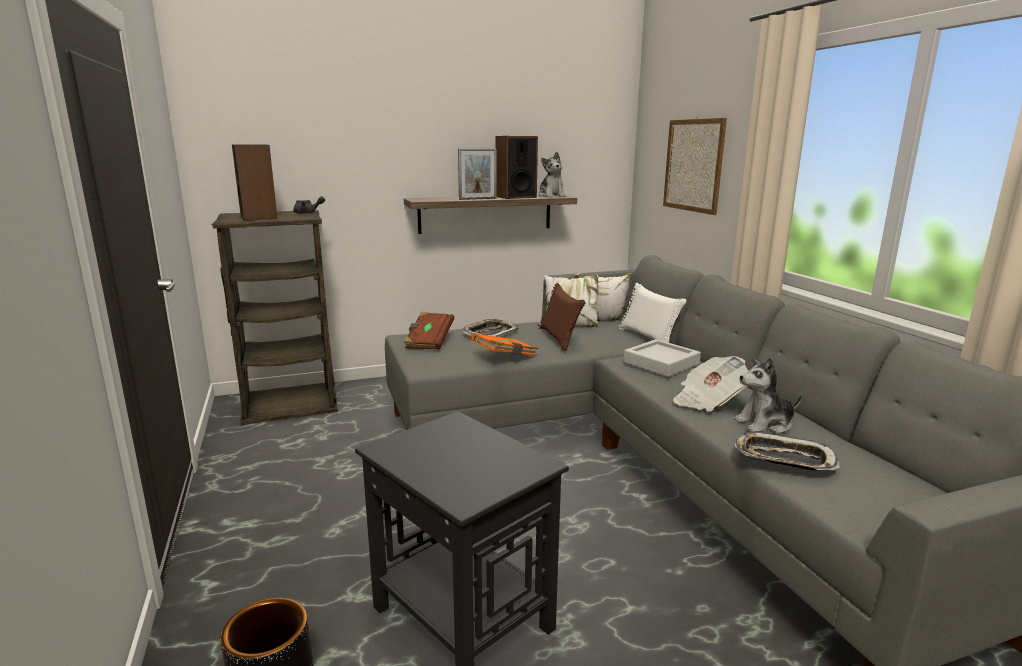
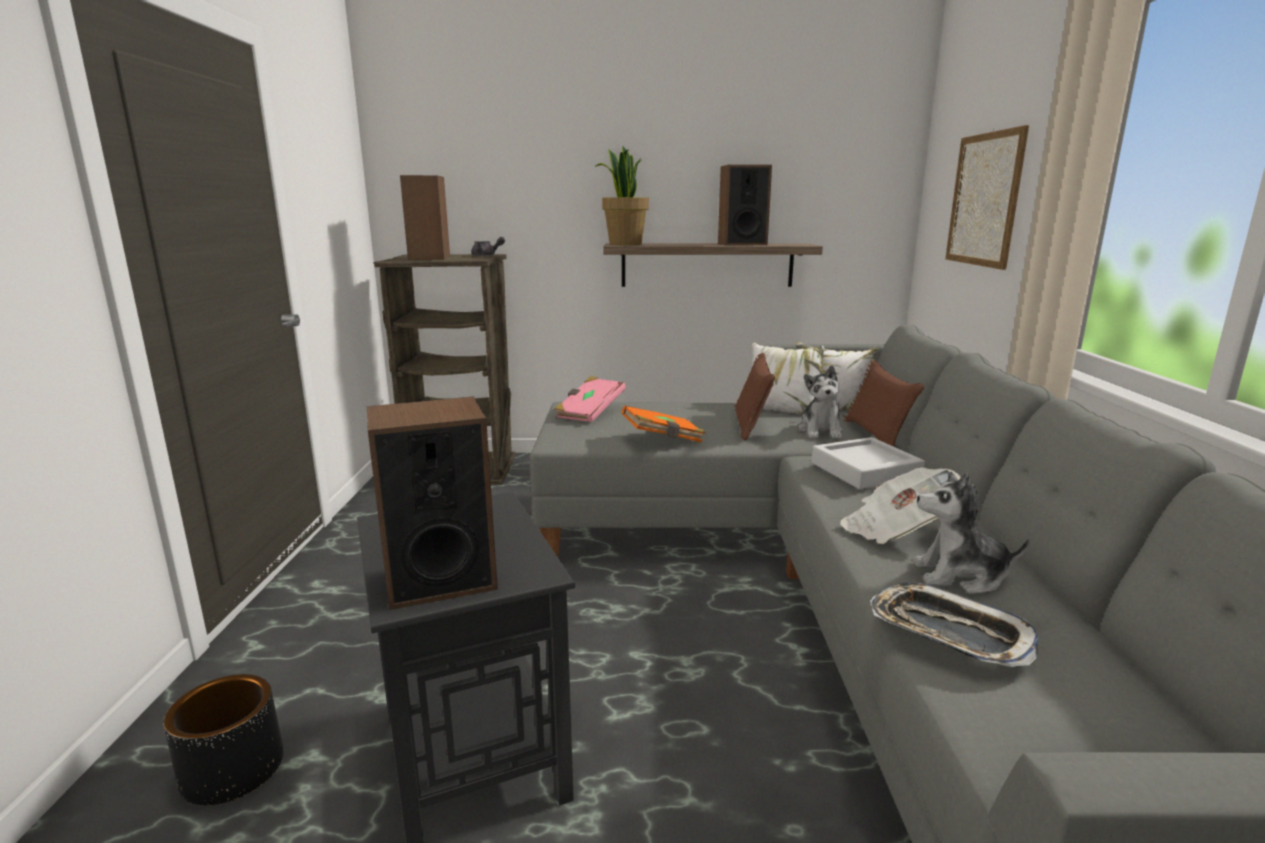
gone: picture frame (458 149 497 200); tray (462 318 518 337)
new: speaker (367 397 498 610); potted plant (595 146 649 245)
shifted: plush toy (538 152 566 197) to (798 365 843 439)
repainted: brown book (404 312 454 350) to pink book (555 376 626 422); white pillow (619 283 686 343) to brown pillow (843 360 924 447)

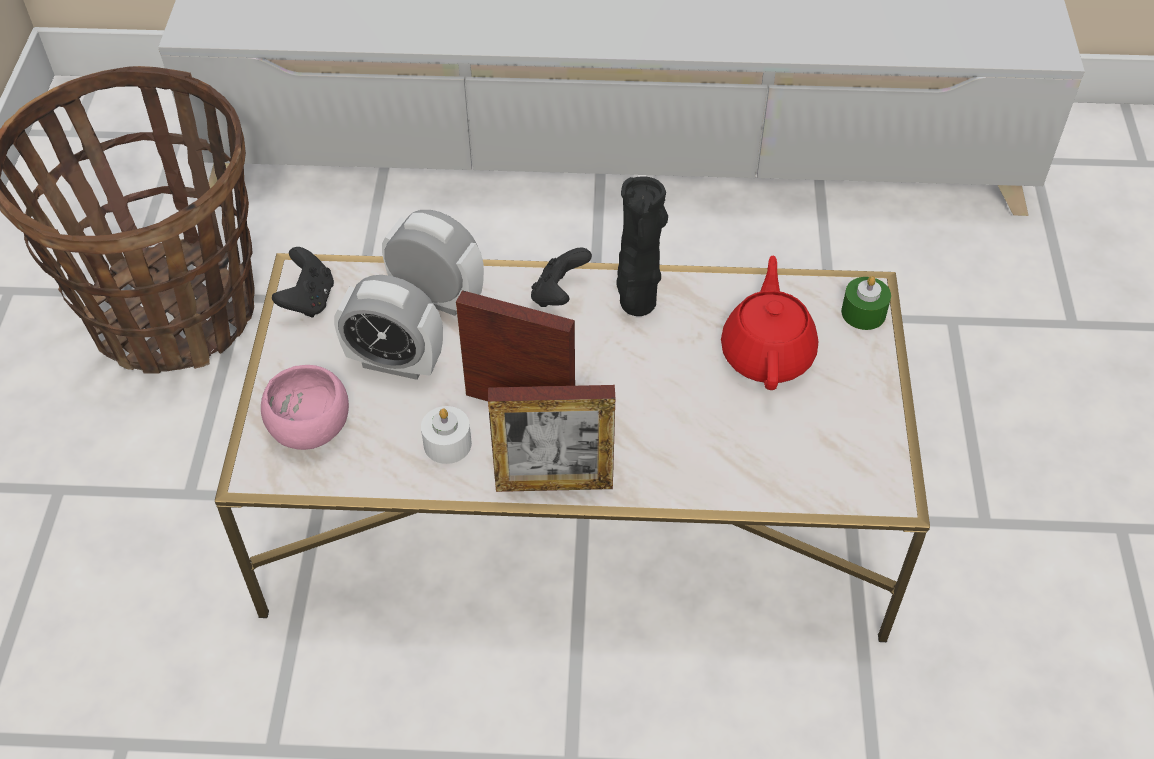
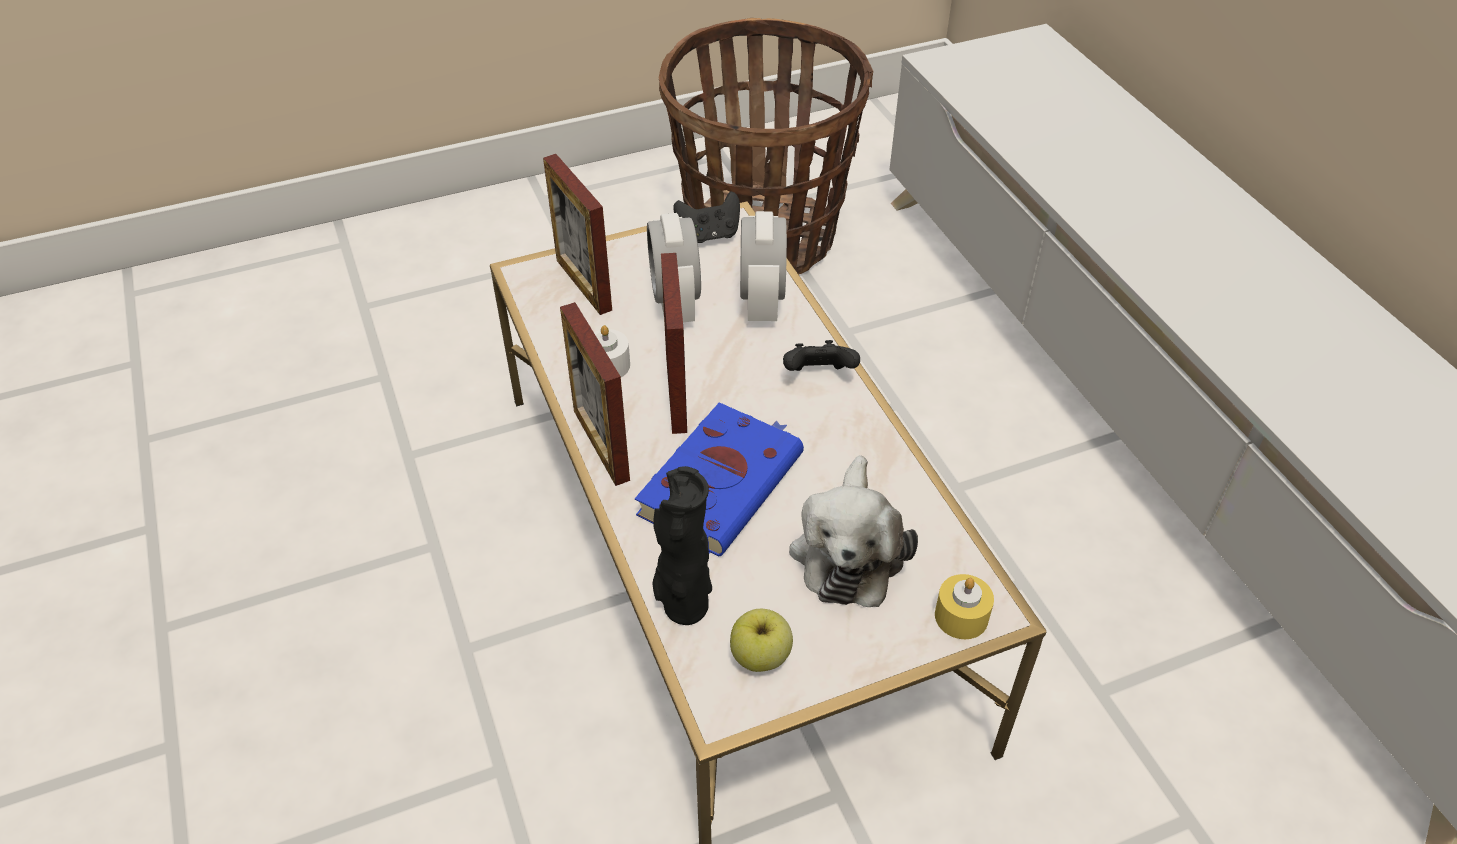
new: blue book (635 402 804 556); apple (730 609 793 672)
shifted: black vase (616 176 668 316) to (653 466 712 625)
swapped: pink bowl (261 365 349 450) to picture frame (543 154 612 315); red teapot (721 256 818 390) to plush toy (789 455 918 607)
repainted: green candle (841 276 891 330) to yellow candle (935 574 994 639)

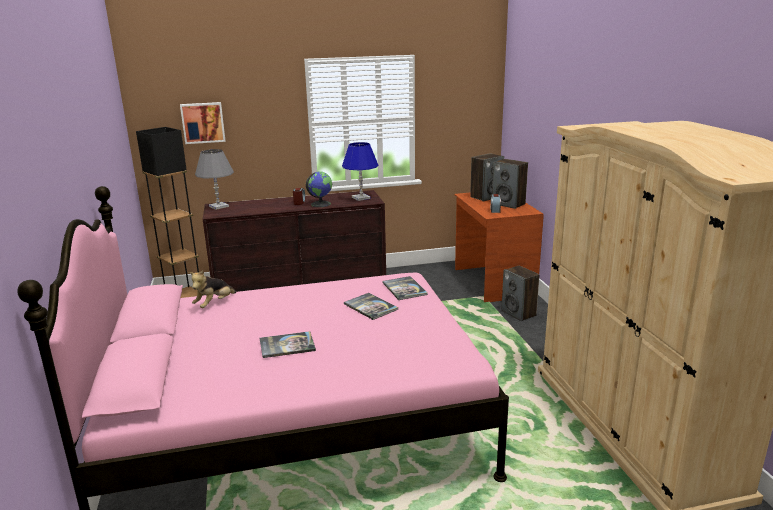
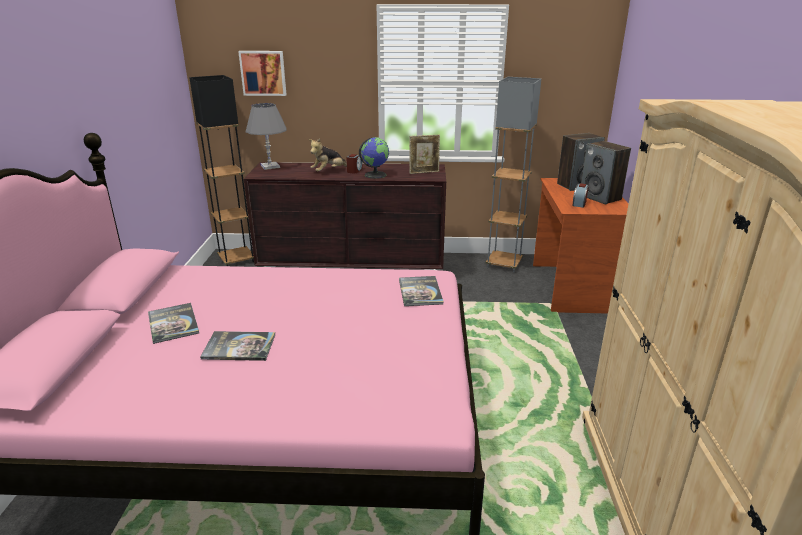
gone: speaker (501 266 540 321)
new: grey floor lamp (486 77 542 272)
shifted: plush toy (189 270 236 308) to (309 139 347 172); book (344 293 398 320) to (148 303 199 344)
swapped: blue table lamp (342 142 378 201) to picture frame (409 135 440 174)

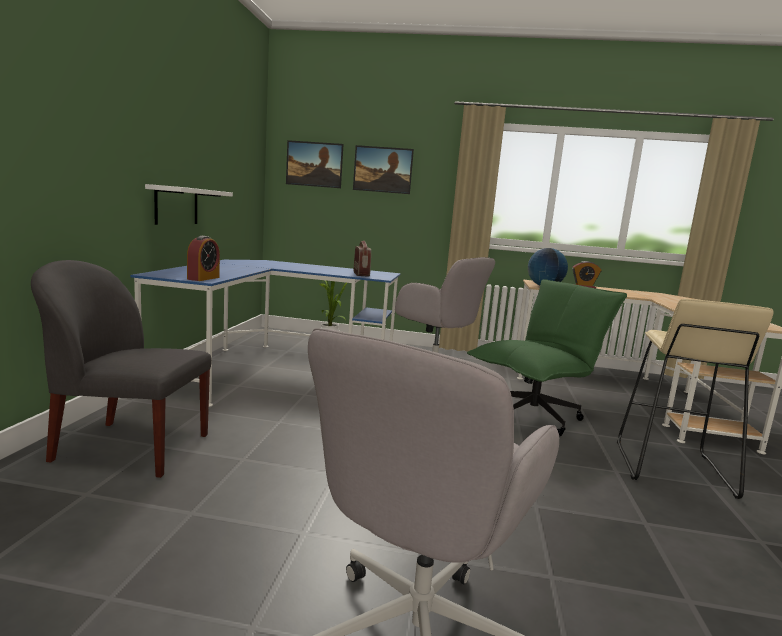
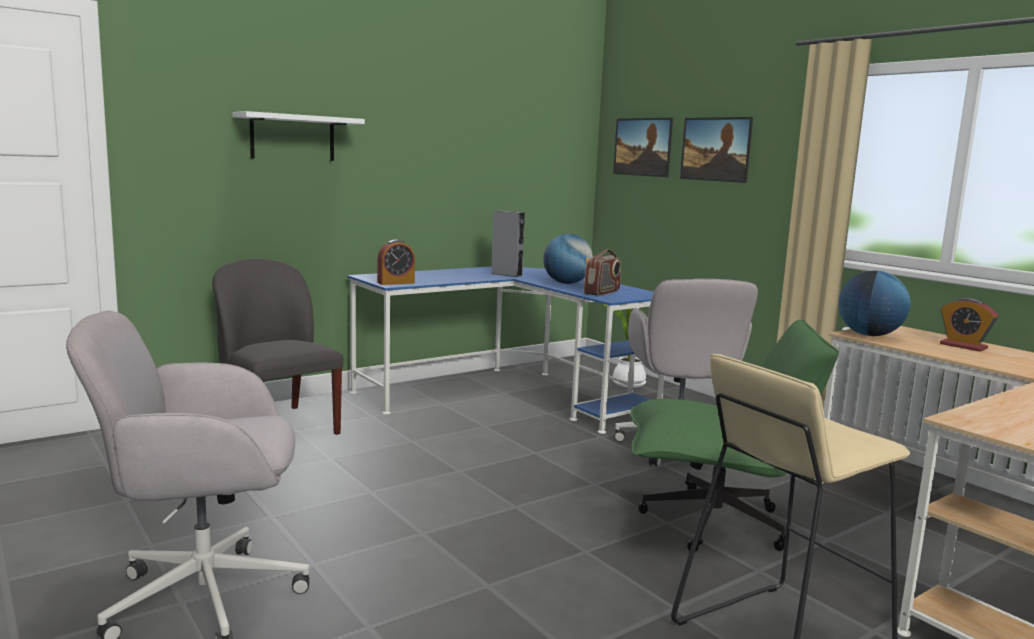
new: grey speaker (491 210 525 277); globe (543 234 593 284)
shifted: white shelf (145 184 233 225) to (233 111 365 161)

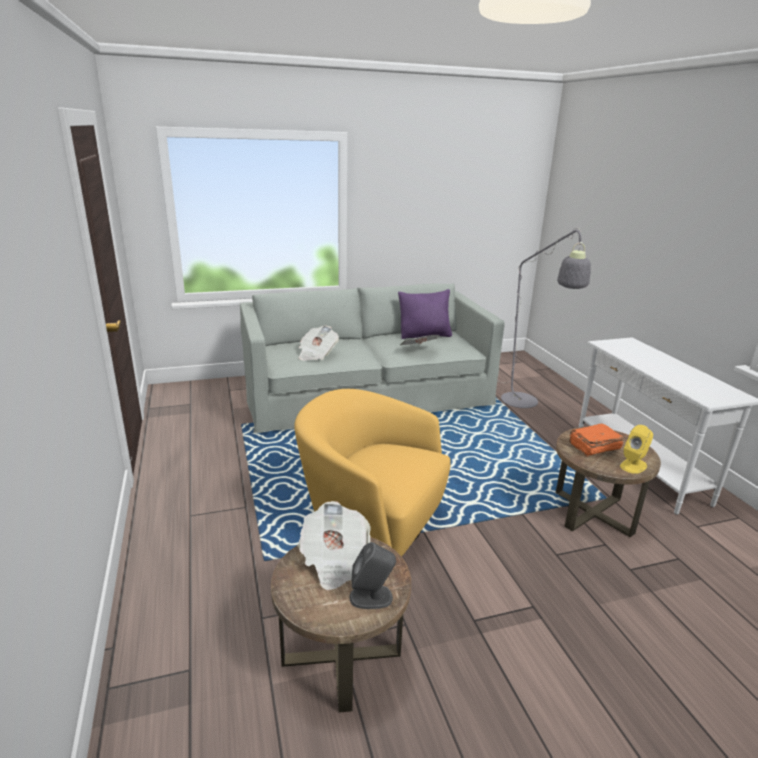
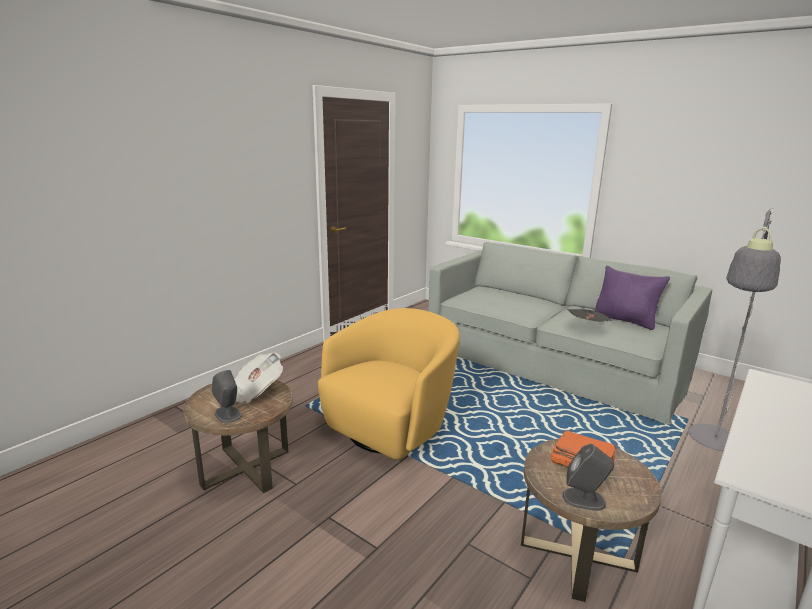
gone: newspaper (299 326 339 361)
repainted: yellow speaker (620 425 653 474) to grey speaker (562 444 614 511)
rotated: yellow armchair (294 389 451 557) = (318 308 460 460) 45 degrees clockwise

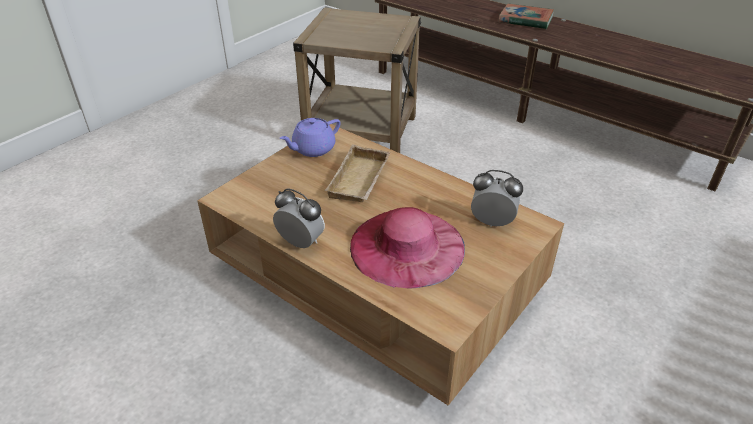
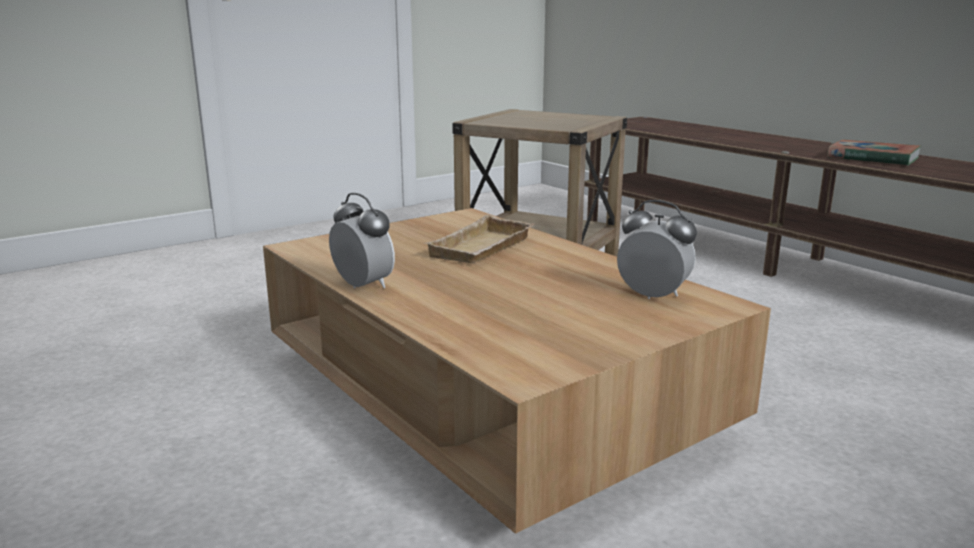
gone: purple teapot (280 118 341 157); pink hat (350 207 465 289)
shifted: book (499 3 554 29) to (827 139 921 166)

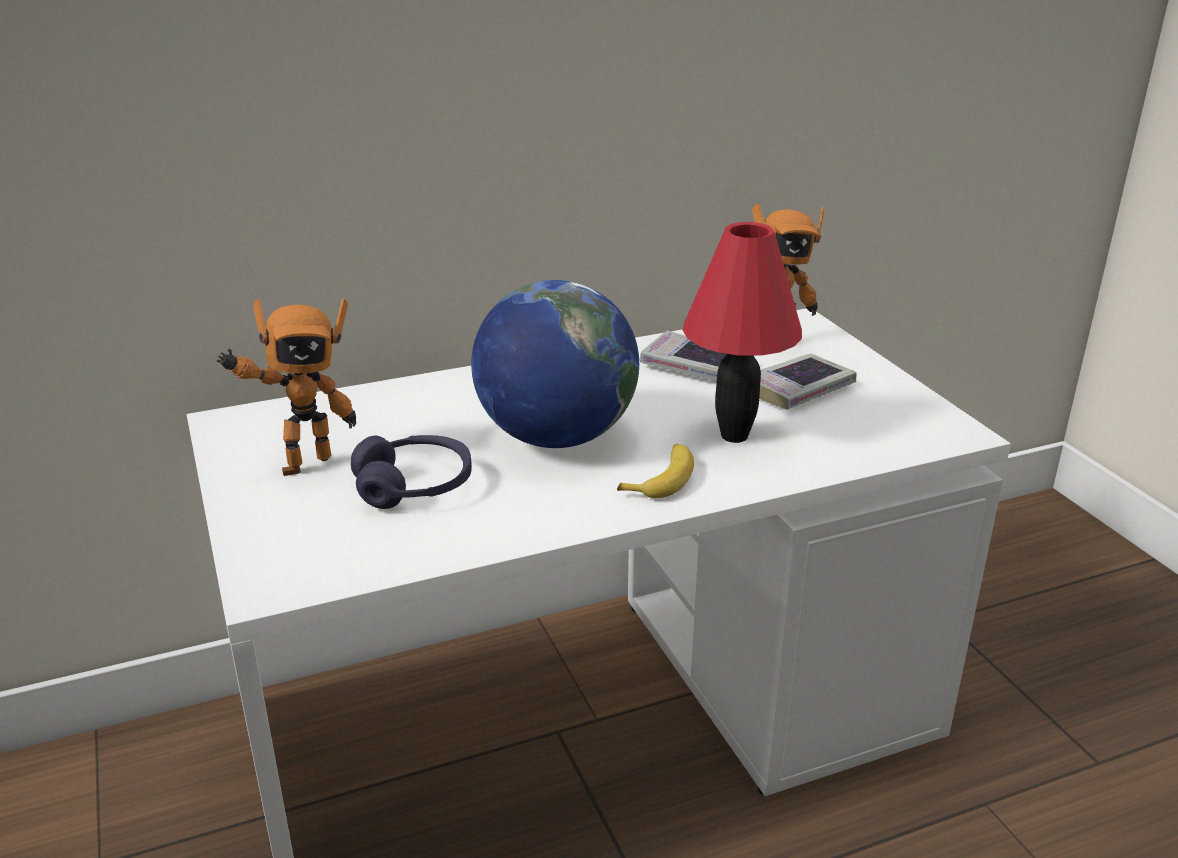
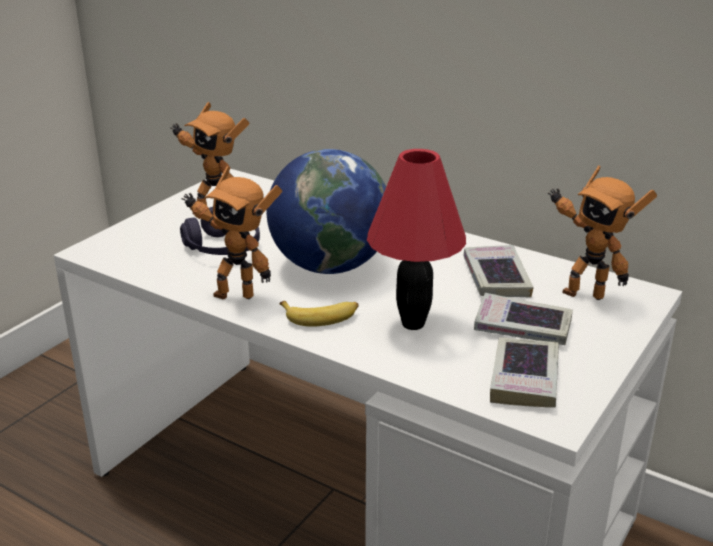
new: toy robot (182 166 282 299); book (490 337 559 408)

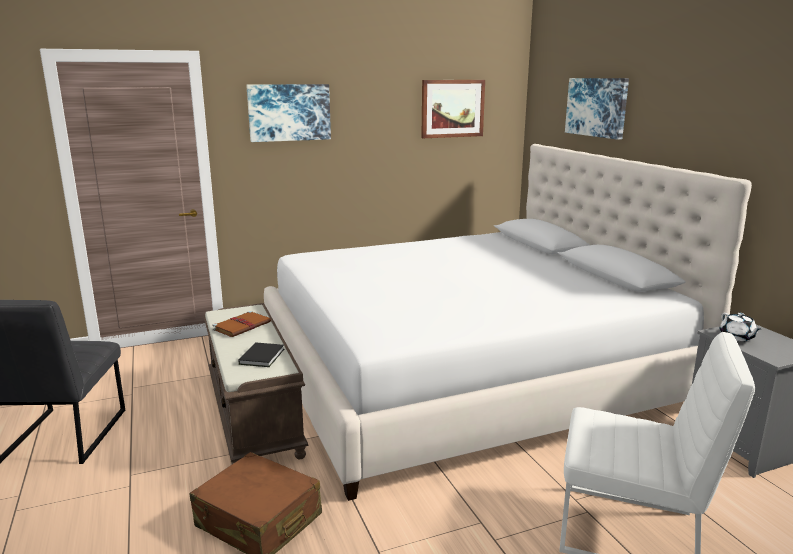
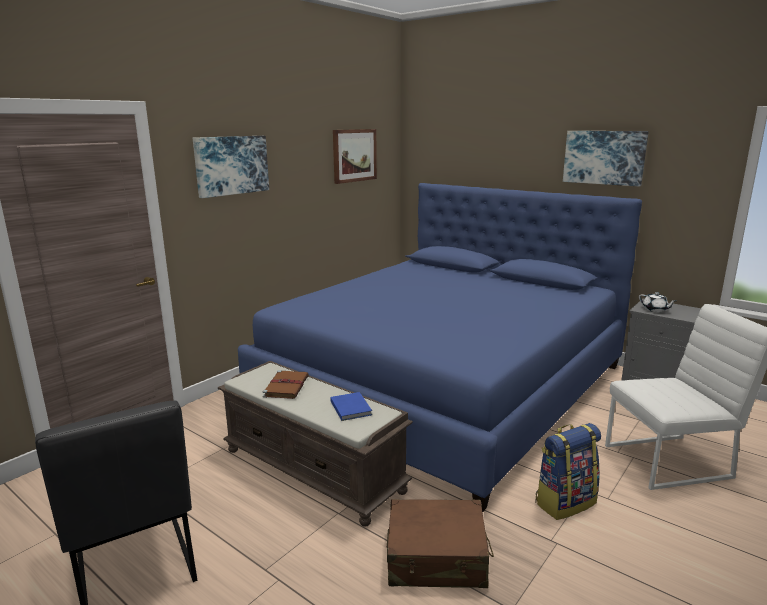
new: backpack (536 423 601 520)
shifted: picture (565 78 629 140) to (563 131 649 187)
repainted: black book (238 342 284 367) to blue book (330 392 372 421); white bed (264 144 752 501) to blue bed (238 183 642 512)

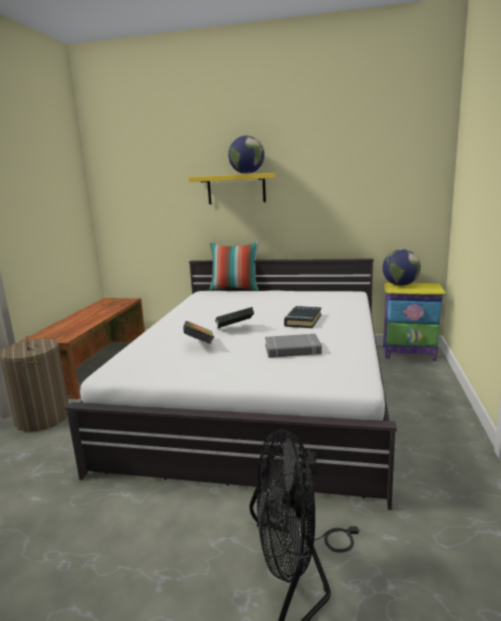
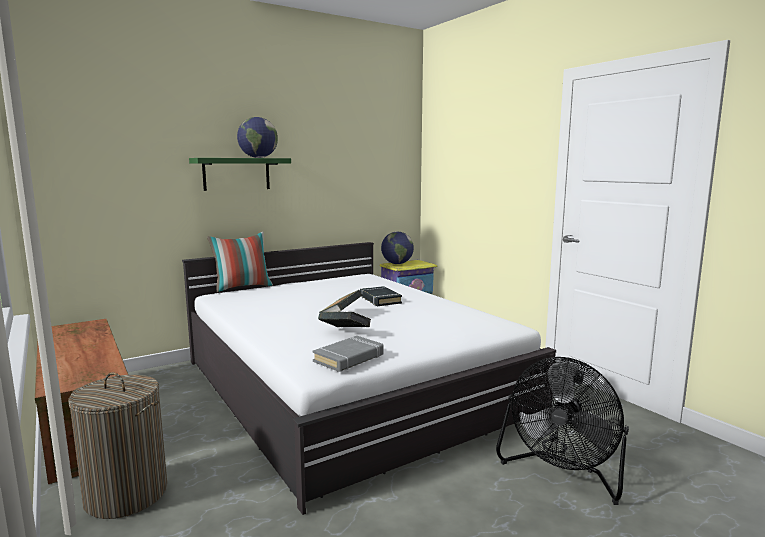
shifted: grey book (265 334 322 358) to (313 336 383 372)
repainted: yellow shelf (188 173 275 204) to green shelf (189 158 291 191)

